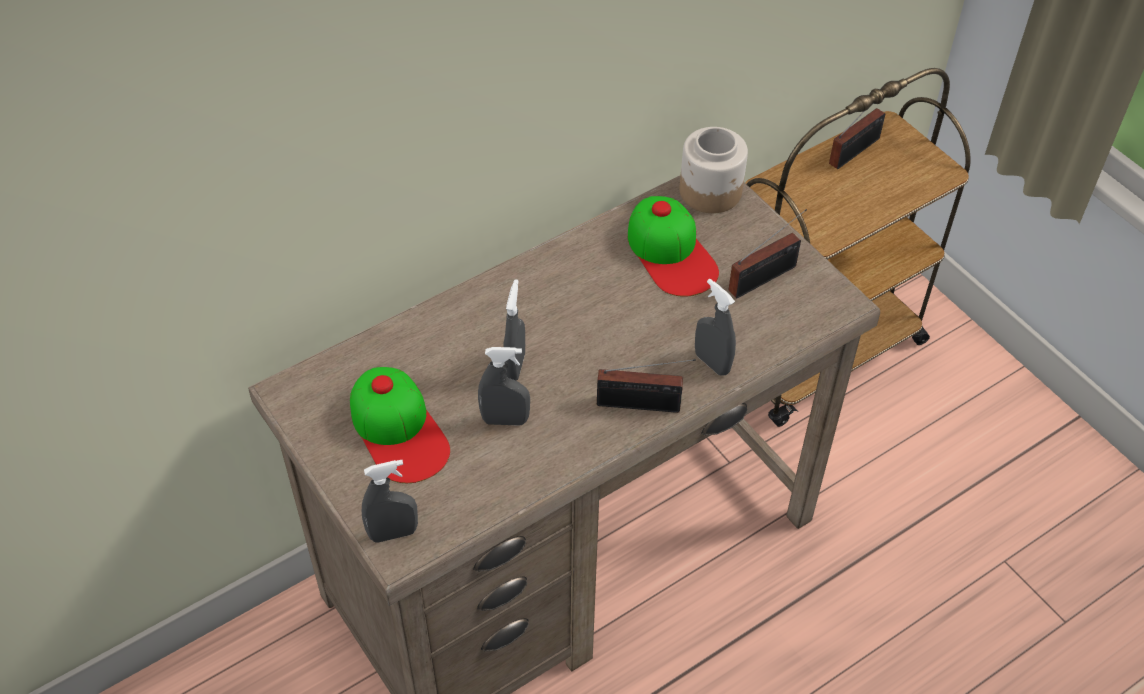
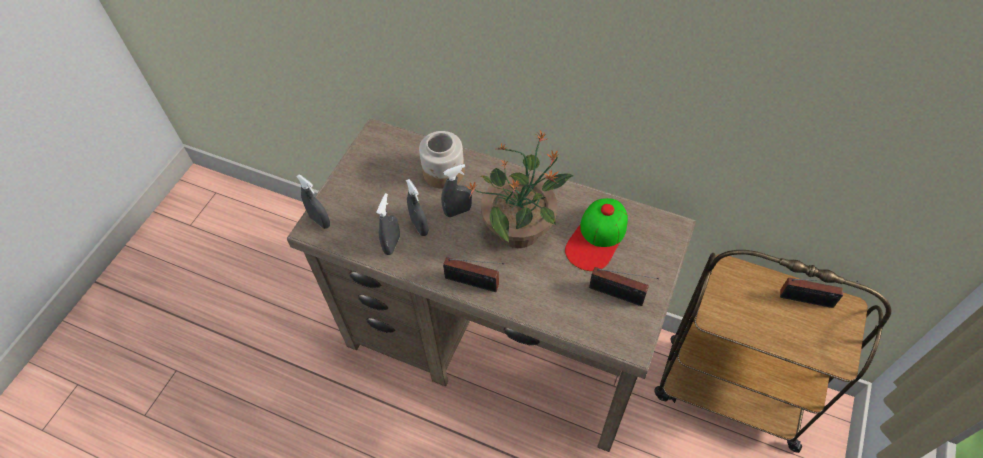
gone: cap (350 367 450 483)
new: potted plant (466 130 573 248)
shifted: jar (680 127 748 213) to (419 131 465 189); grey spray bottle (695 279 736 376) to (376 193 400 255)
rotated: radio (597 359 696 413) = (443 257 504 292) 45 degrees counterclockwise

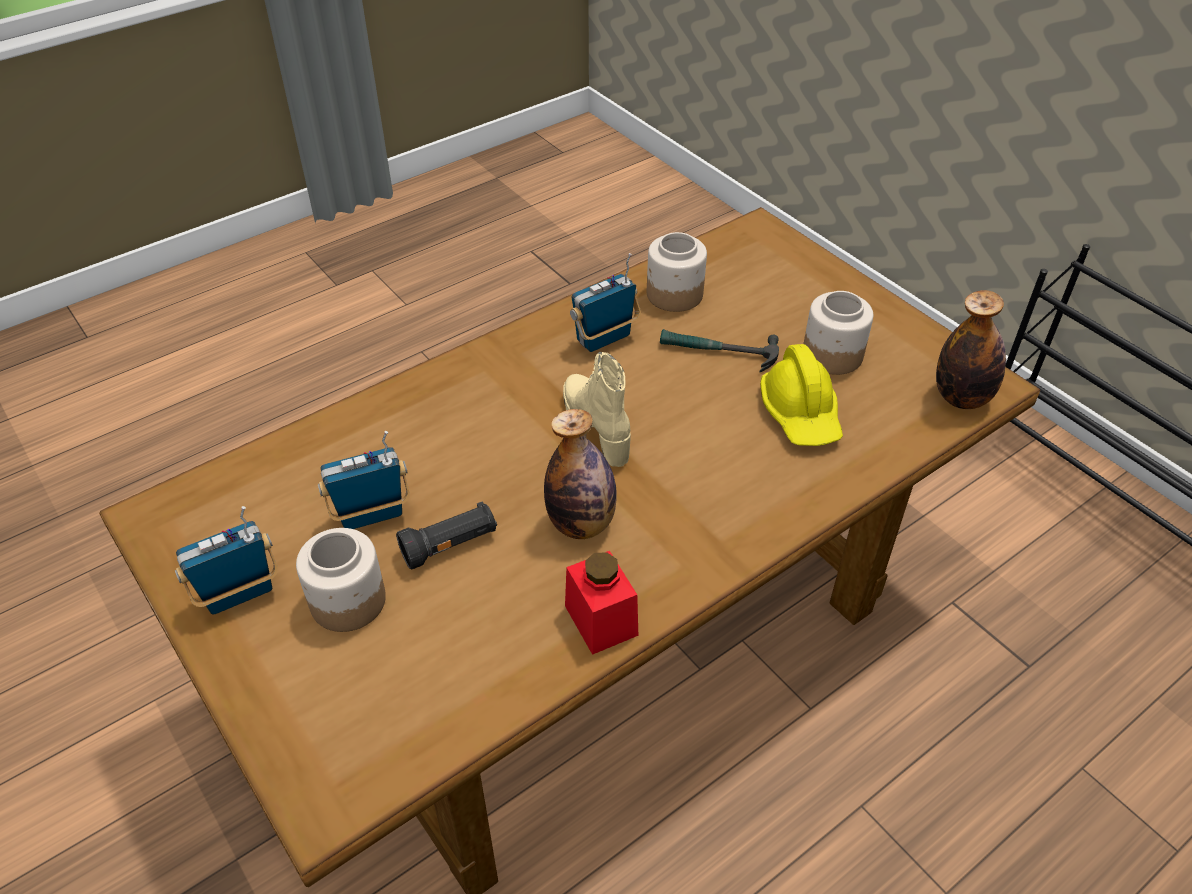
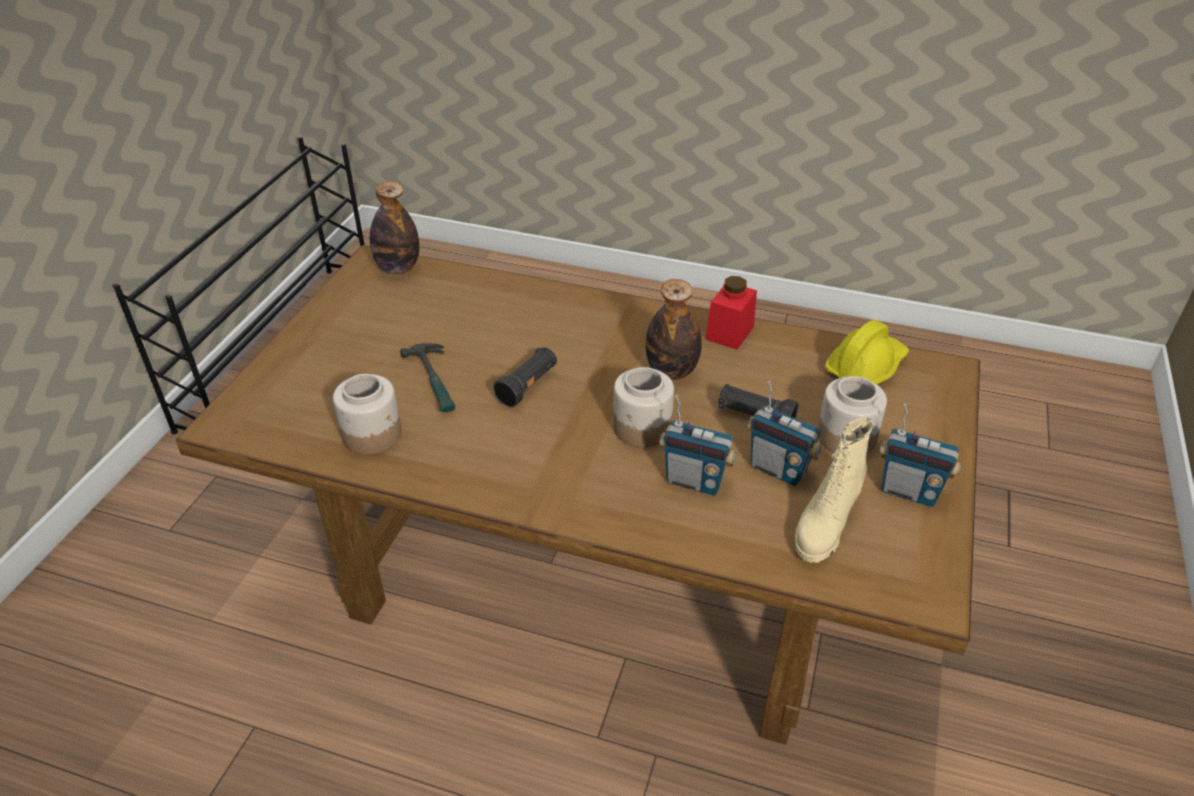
new: black flashlight (493 347 557 407)
shifted: beige boot (563 352 631 467) to (795 417 873 563); radio (570 253 641 352) to (659 395 737 496); yellow hard hat (760 344 843 446) to (825 320 909 386); jar (804 291 873 375) to (613 367 674 447)

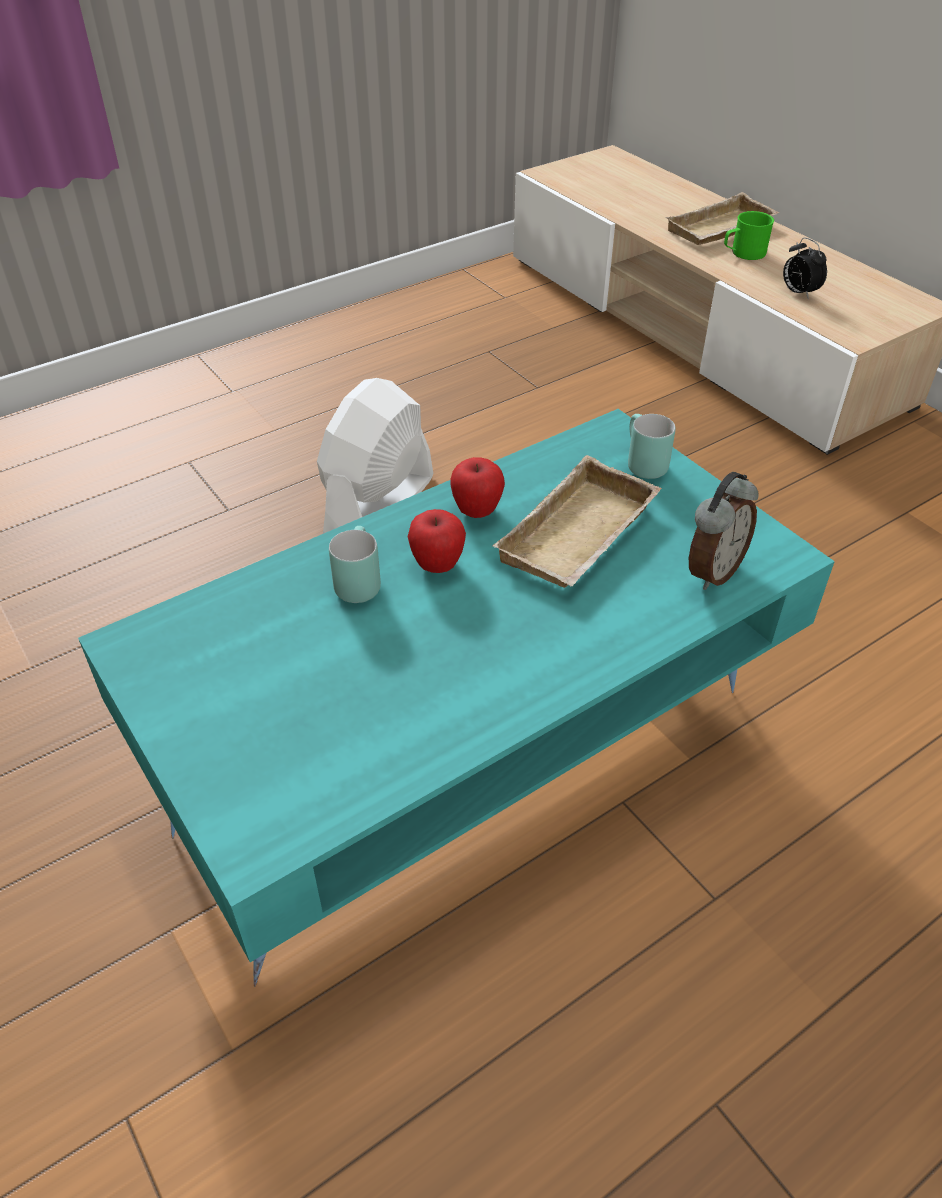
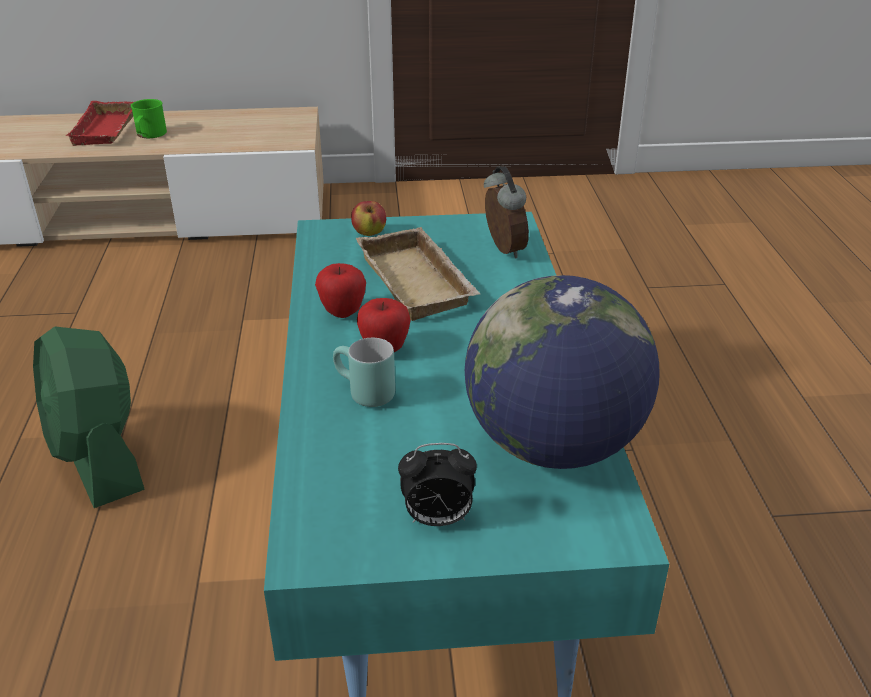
new: globe (465 275 660 469)
shifted: alarm clock (783 238 827 299) to (398 443 477 526)
swapped: turquoise mug (628 414 675 479) to apple (351 201 386 236)
repainted: white fan (317 378 433 534) to green fan (33 326 145 508); beige tray (665 192 779 245) to red tray (65 101 133 146)

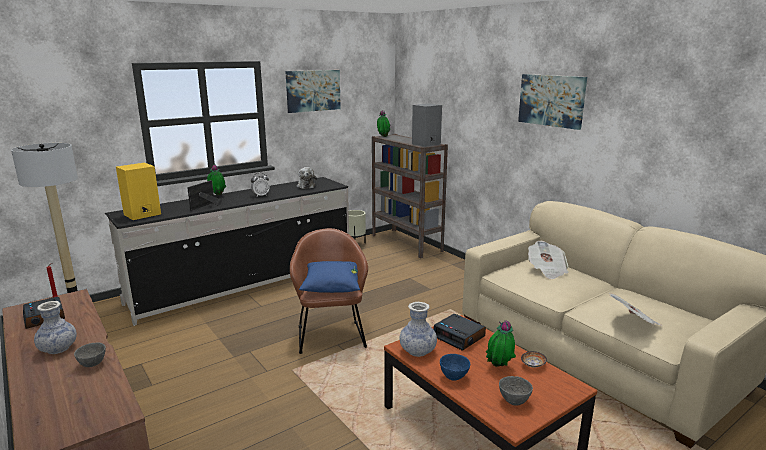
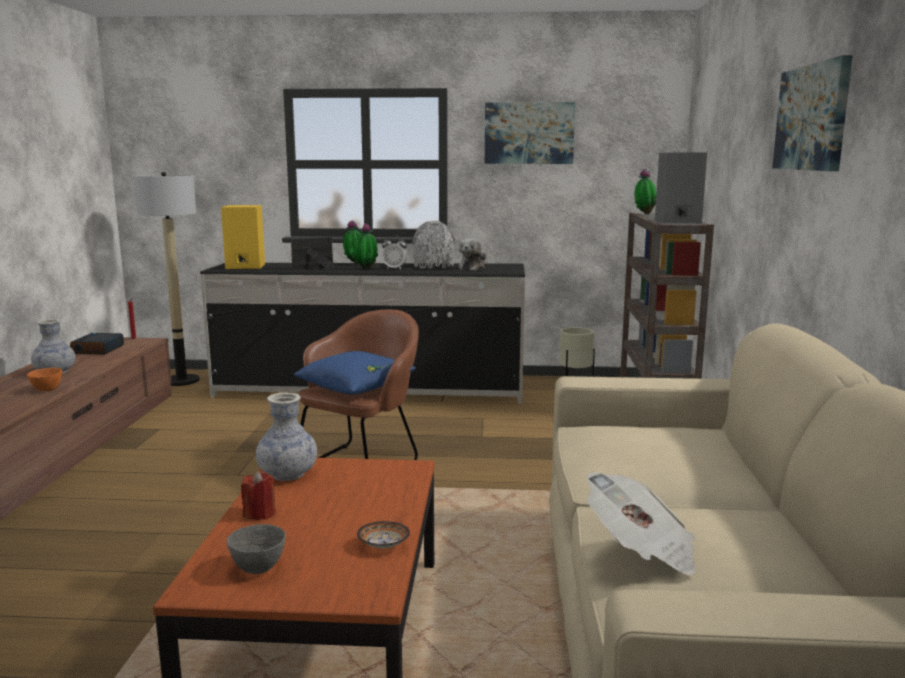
gone: alarm clock (433 314 486 351); newspaper (528 241 569 279)
new: grey vase (412 221 454 268)
shifted: potted plant (486 320 516 367) to (352 223 378 269)
swapped: blue bowl (440 354 470 381) to red candle (241 471 276 520)
repainted: grey bowl (74 343 106 367) to orange bowl (27 368 62 391)

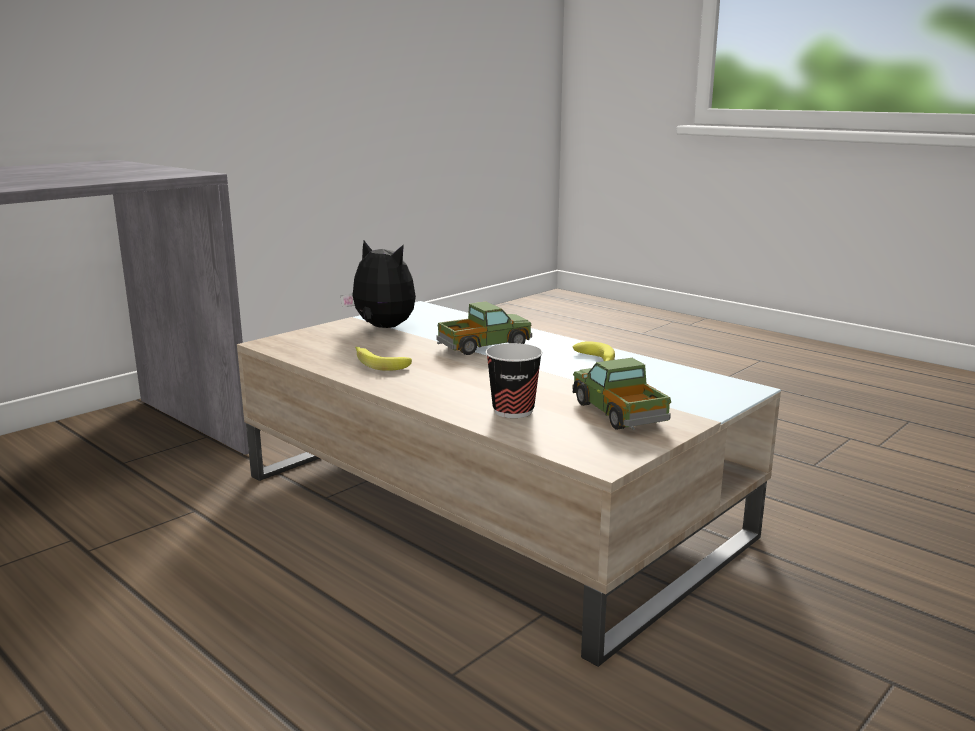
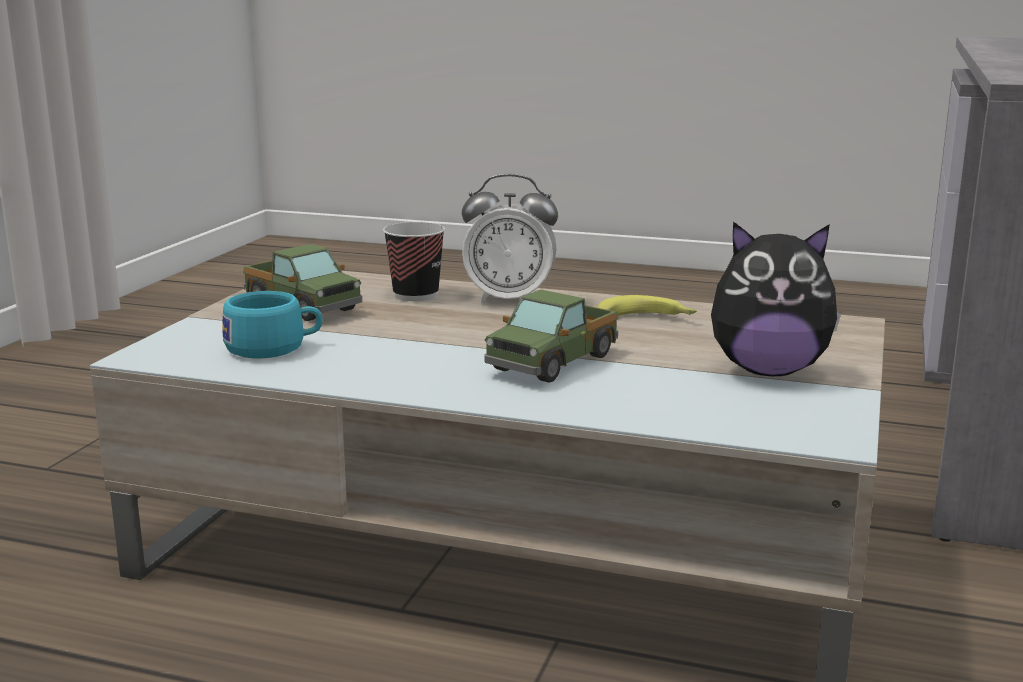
gone: banana (573 341 615 361)
new: turquoise cup (222 291 323 359); alarm clock (462 174 558 303)

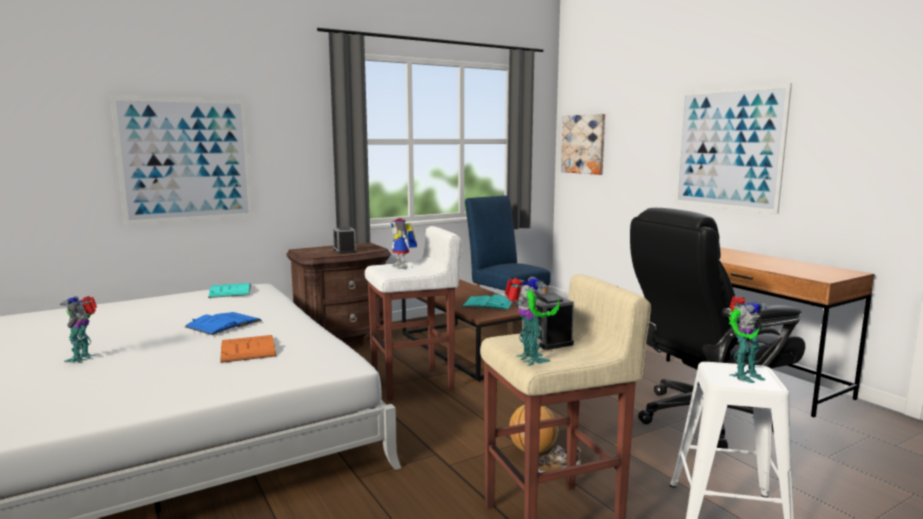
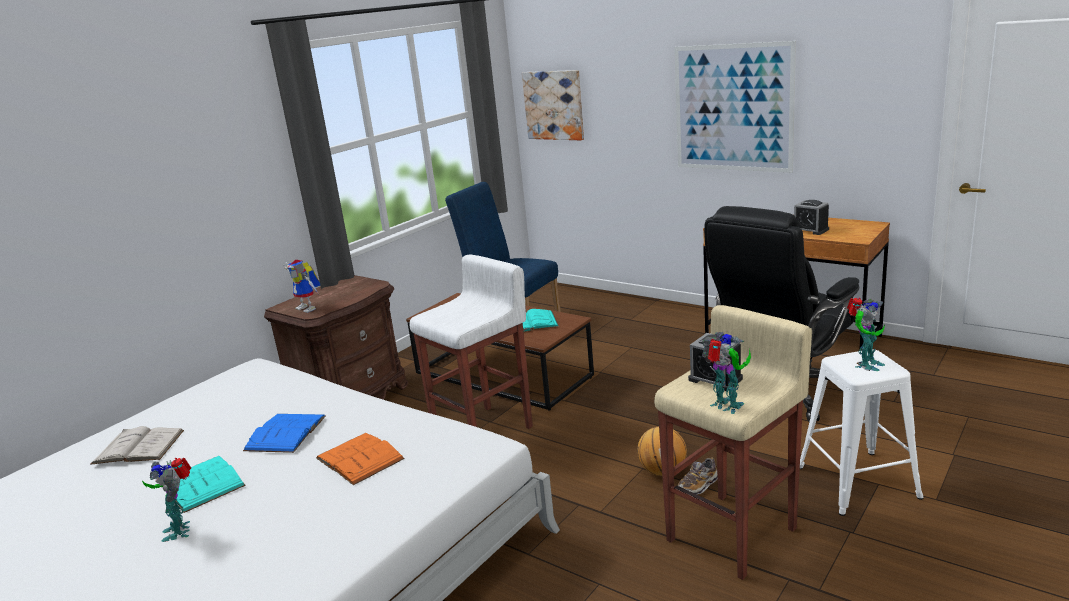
gone: picture (110 96 253 225)
new: white book (90 426 184 465)
shifted: turquoise book (208 283 251 298) to (176 456 246 513); alarm clock (333 226 356 254) to (794 200 829 235); toy robot (390 218 417 269) to (283 260 321 313)

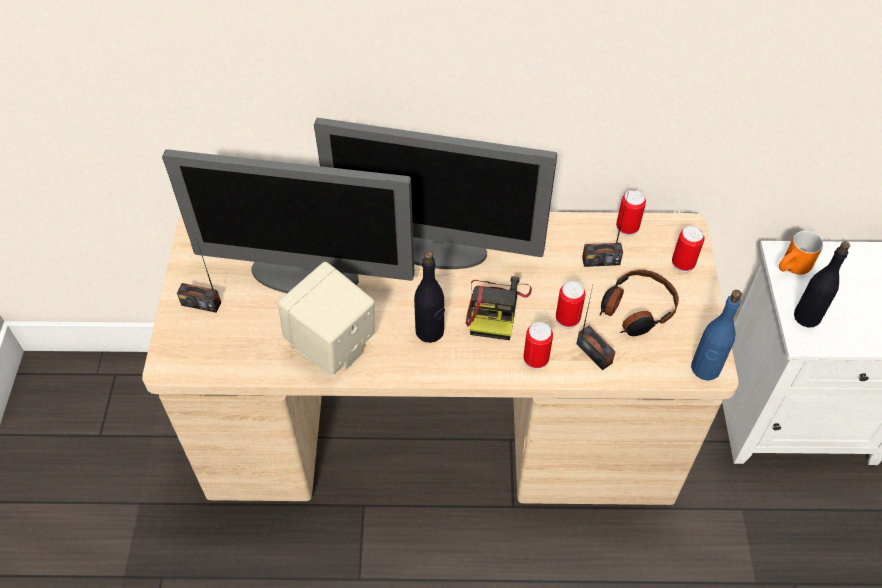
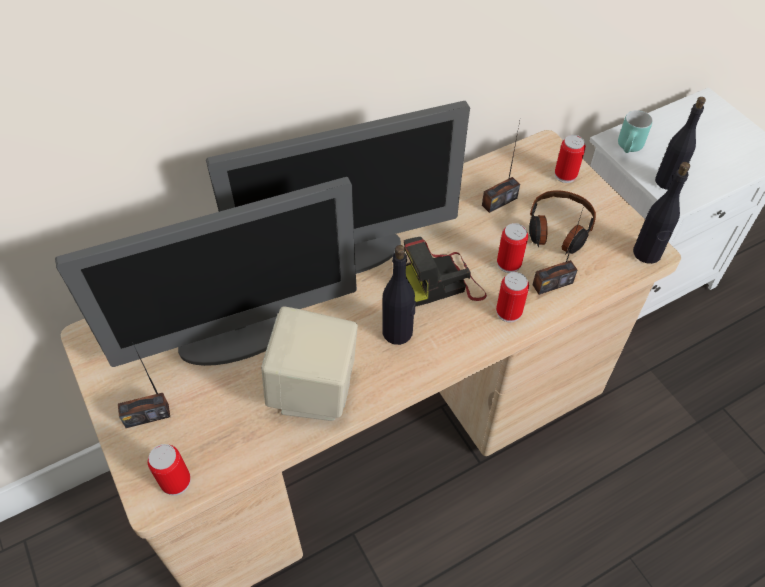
shifted: can (616 190 646 236) to (147 444 191 496)
repainted: blue bottle (691 290 742 381) to black bottle (633 162 690 264); orange mug (779 231 823 275) to turquoise mug (618 110 653 153)
rotated: photo camera (466 276 532 340) = (404 237 487 307) 90 degrees clockwise; radio (576 286 616 370) = (532 203 585 295) 135 degrees clockwise

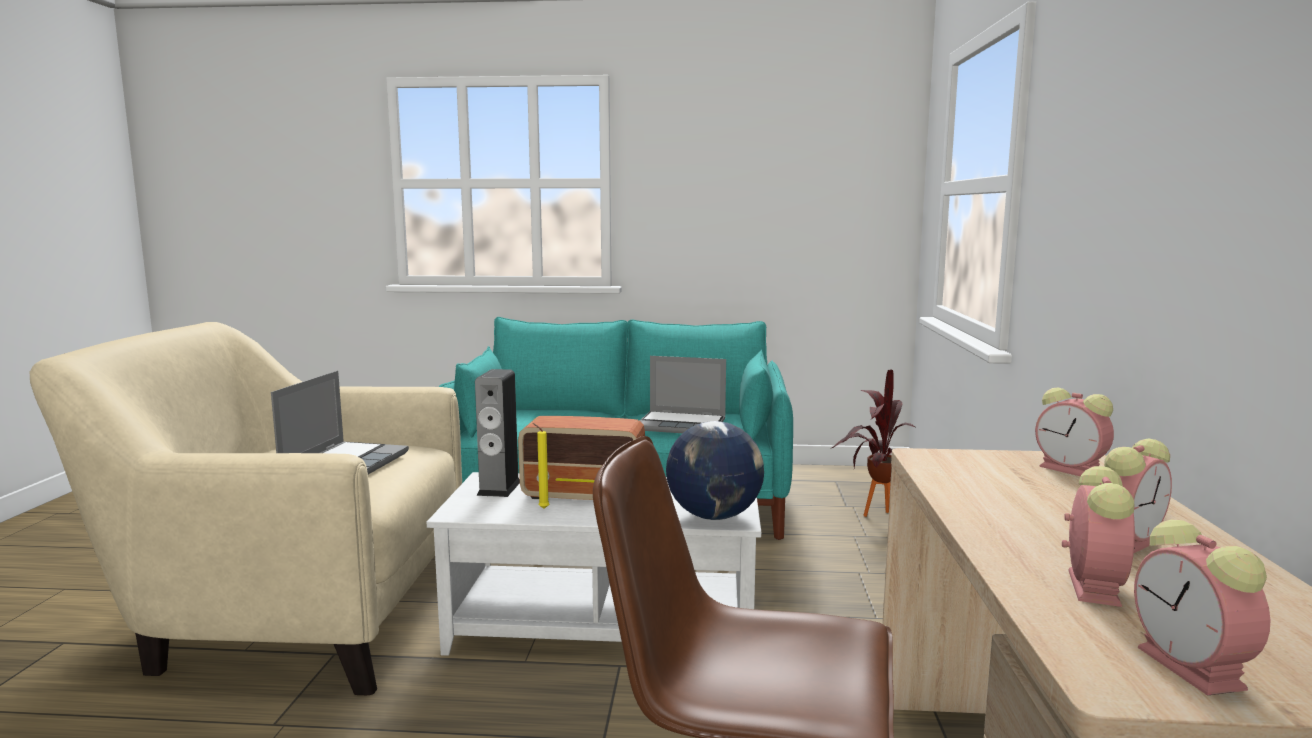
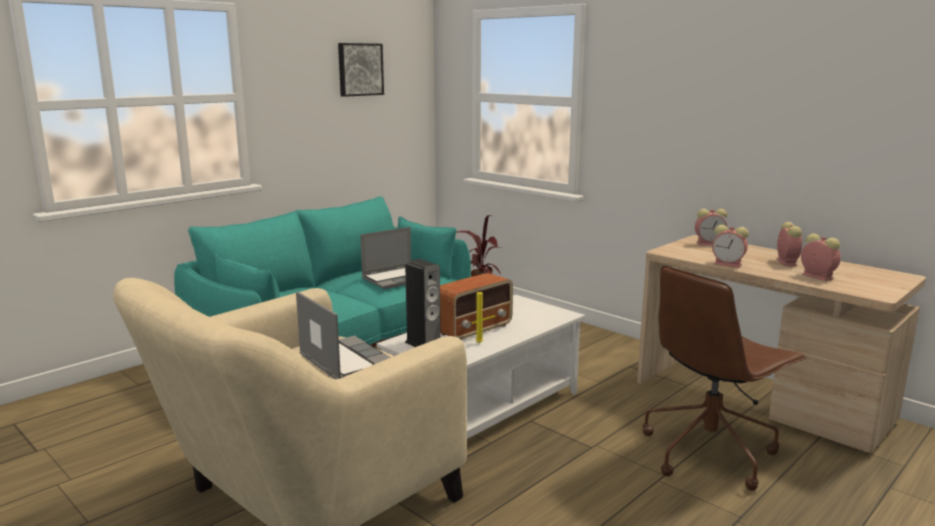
gone: globe (666 421 764 520)
new: picture (338 43 384 97)
shifted: alarm clock (1134 519 1270 695) to (712 225 749 268)

